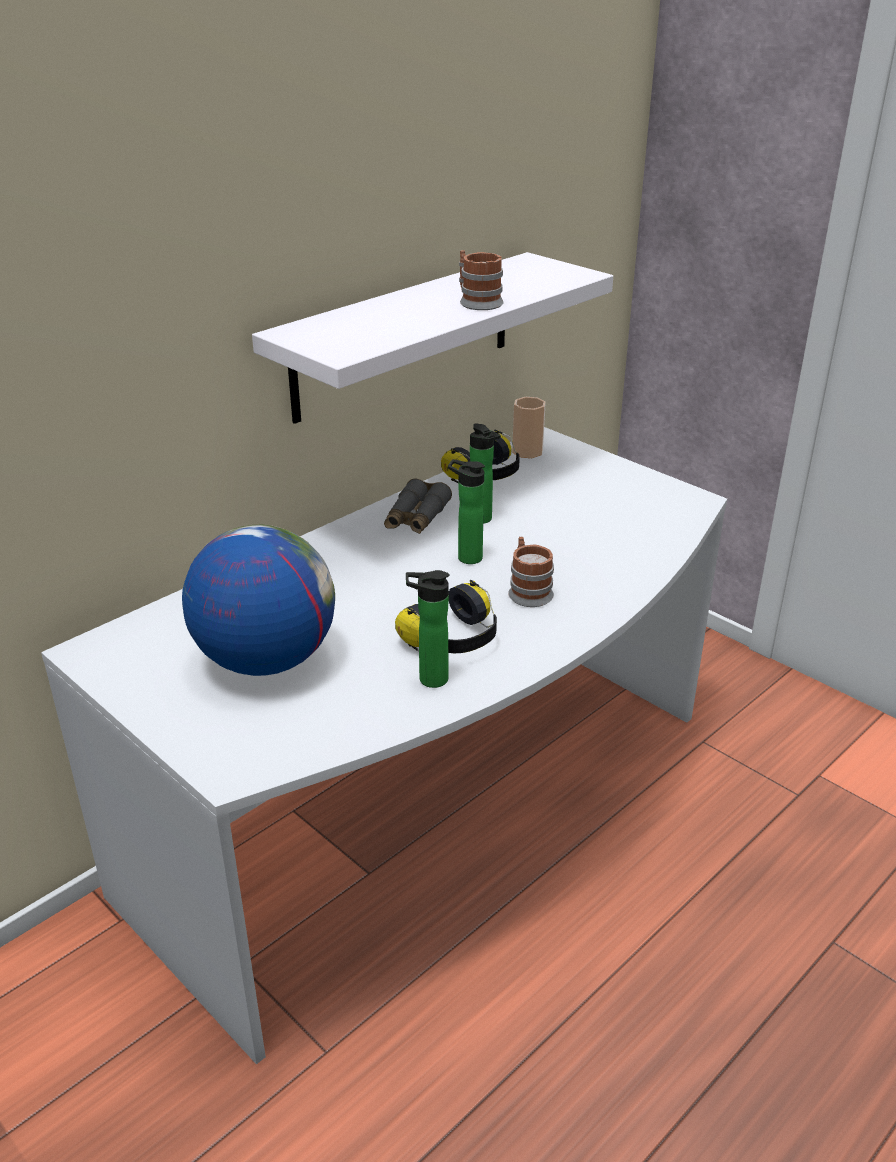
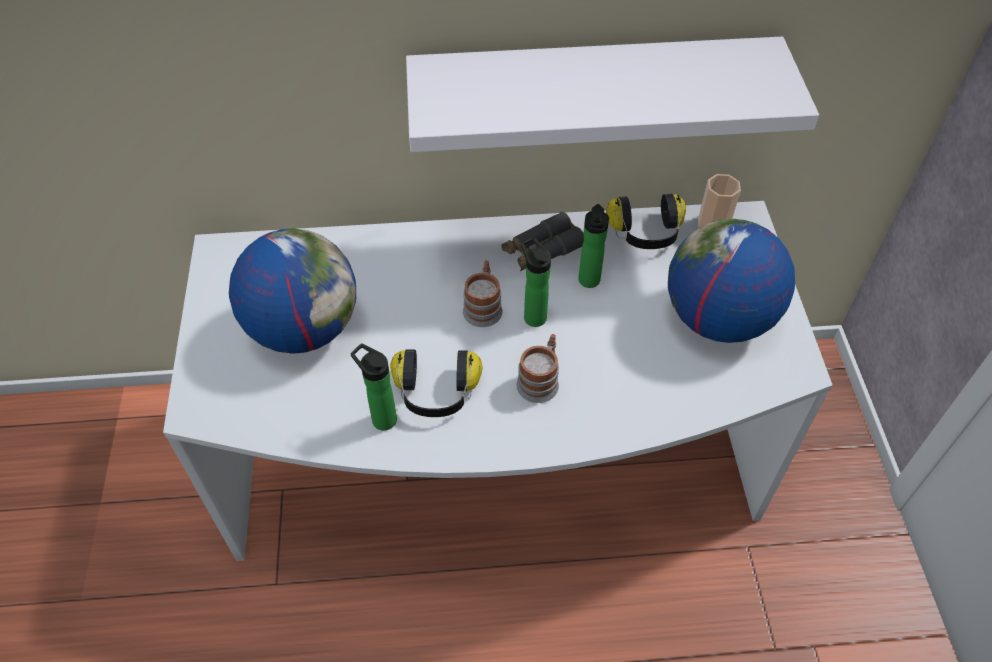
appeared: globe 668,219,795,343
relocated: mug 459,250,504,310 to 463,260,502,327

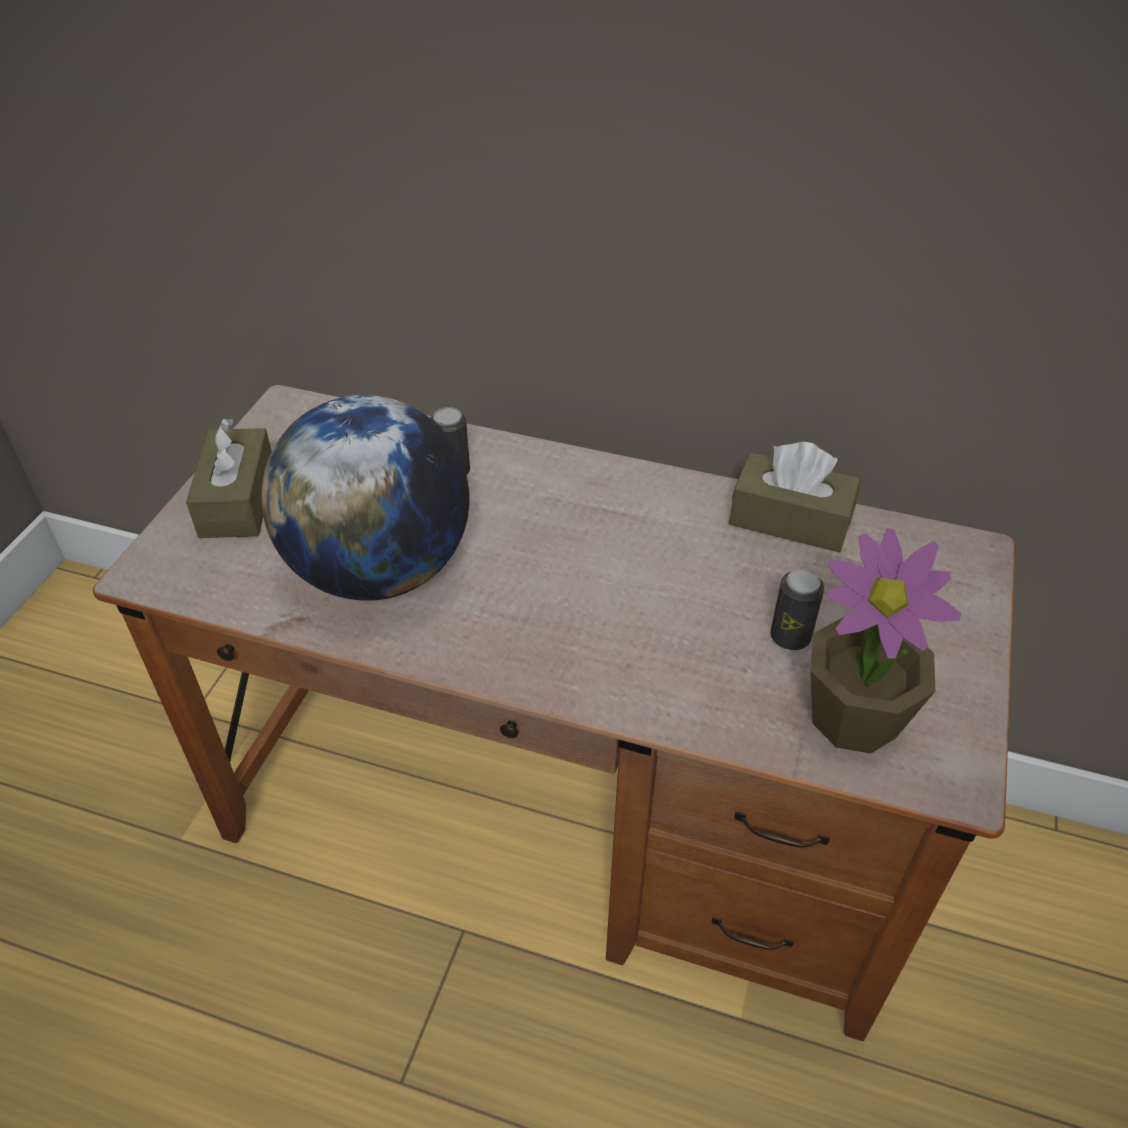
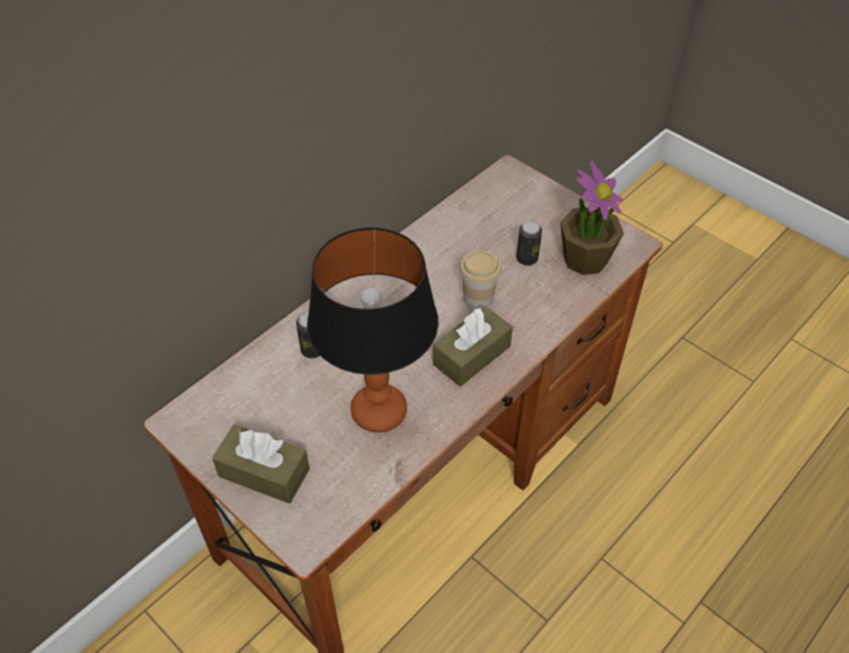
appeared: tasse 460,251,501,310
relocated: boîte à mouchoirs/marron 729,442,861,553 to 433,306,513,387
exchanged: globe 261,395,469,601 to lampe de table 307,227,439,433

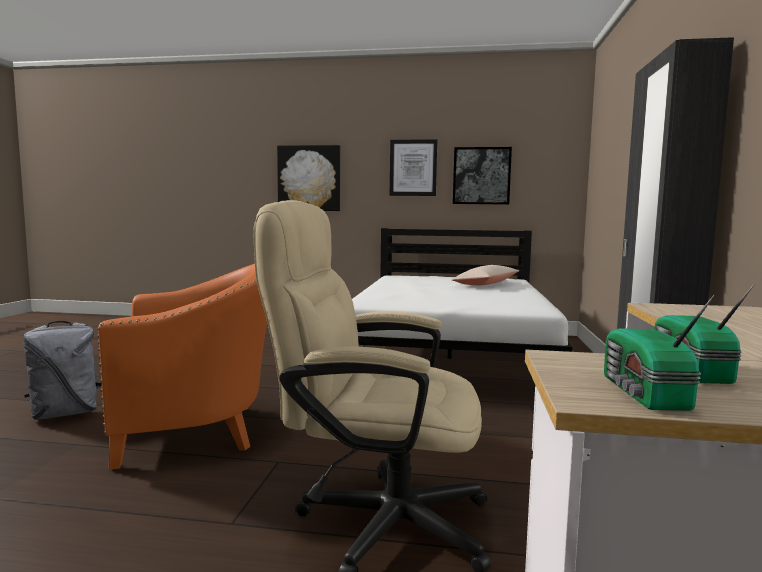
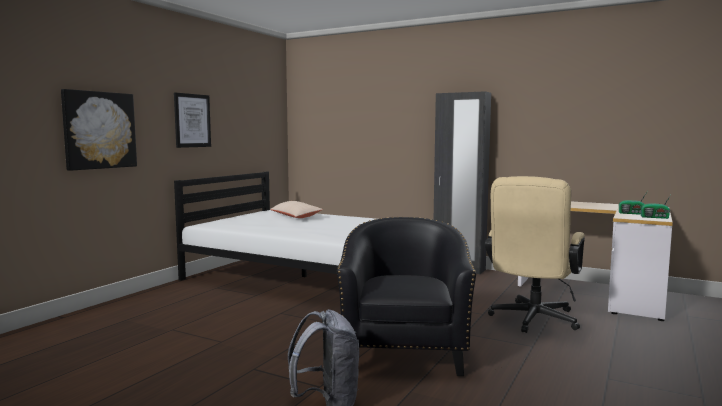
missing: tableau 453,147,512,205
colour: fauteuil/orange 98,264,267,470 to fauteuil/noir 337,217,476,376

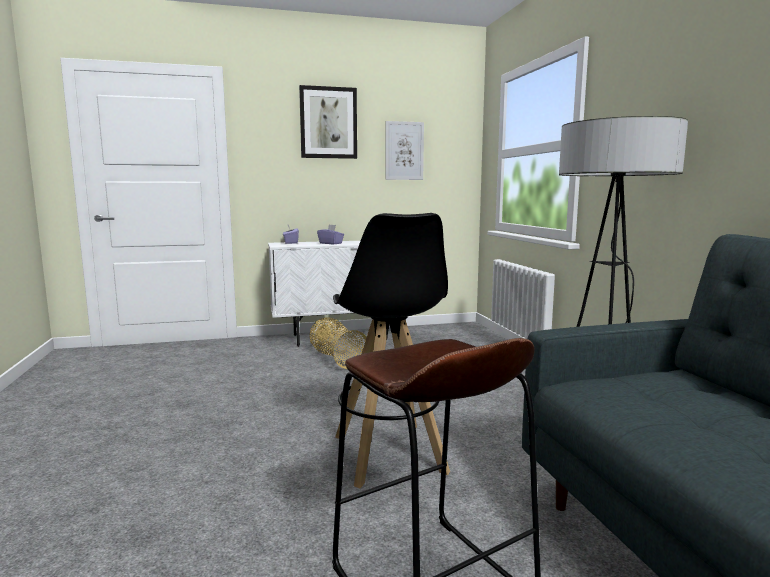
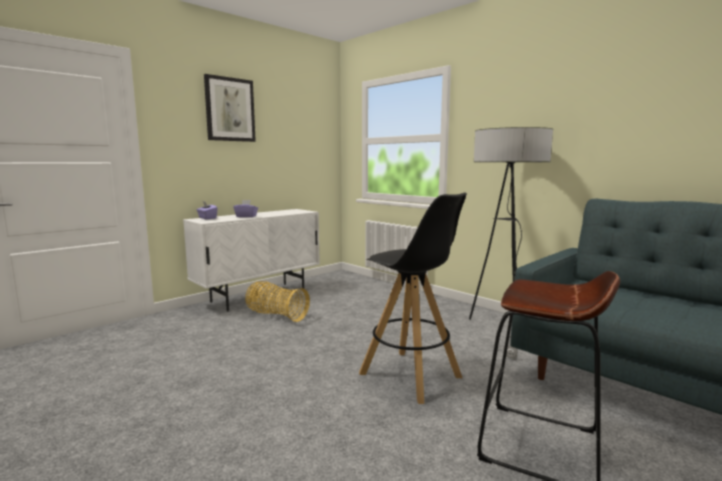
missing: tableau 386,121,424,180

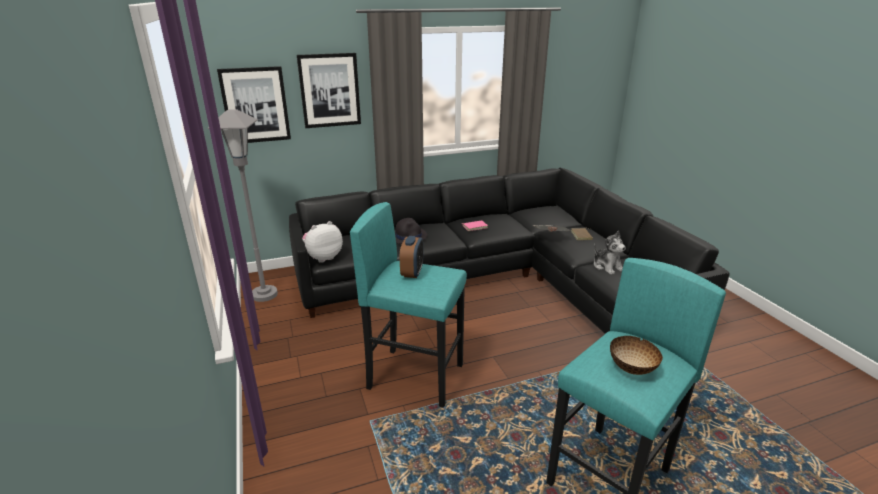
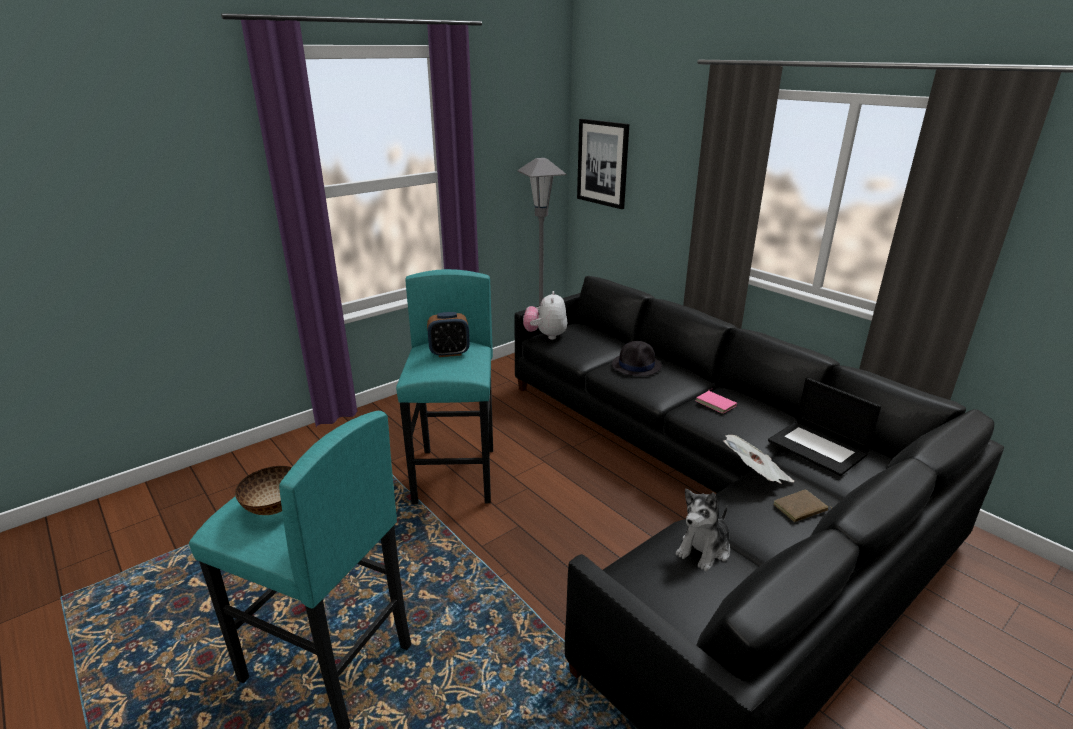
missing: tableau 297,53,361,128
appeared: ordinateur portable 768,378,881,476
spun: peluche 302,221,343,263 = 523,291,567,340 120 degrees counterclockwise

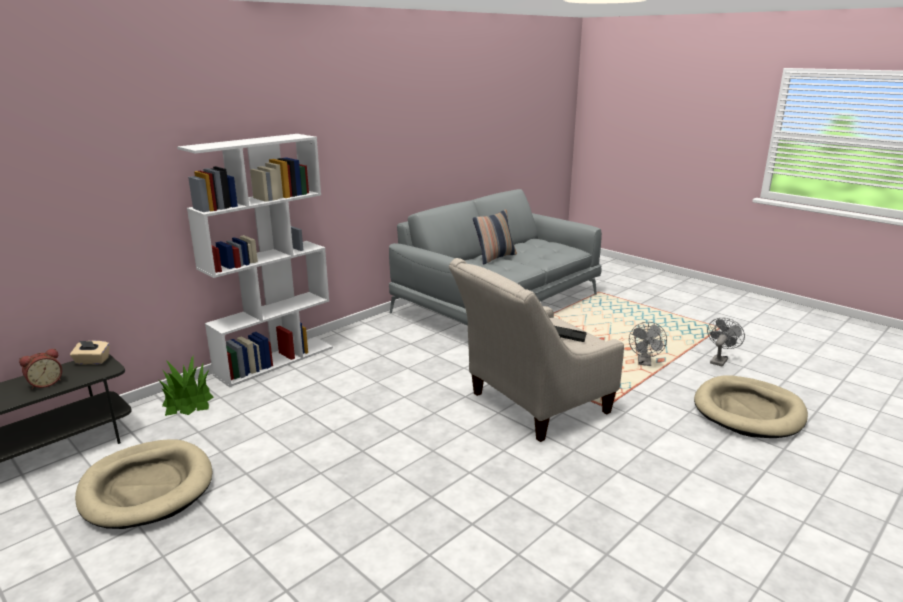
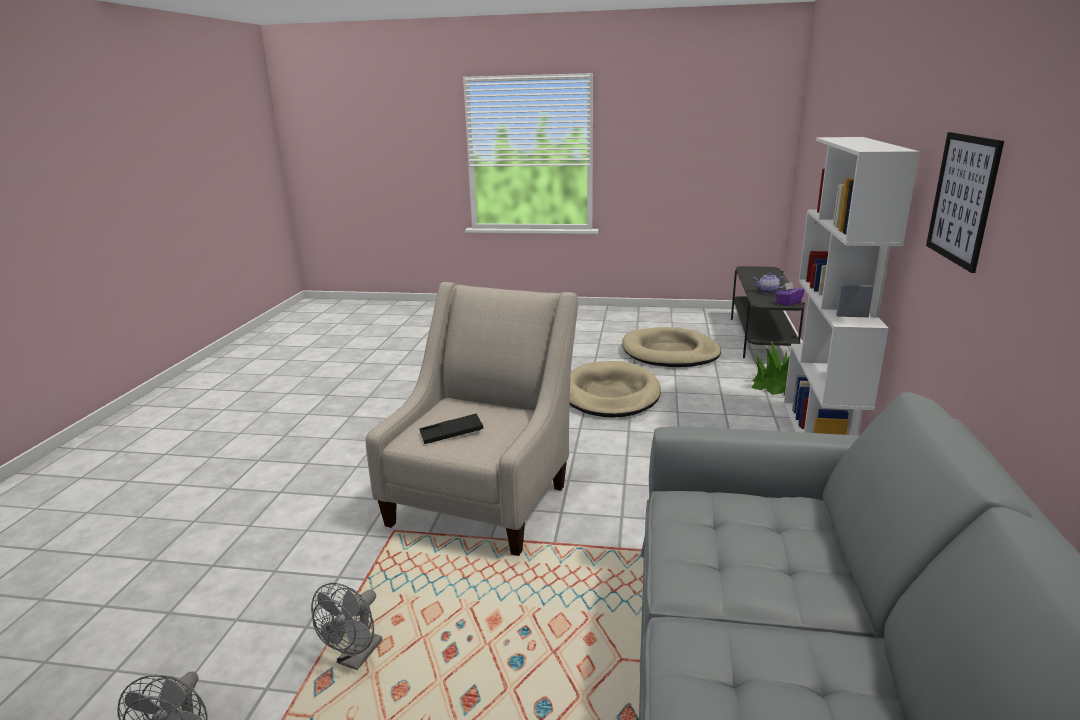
missing: coussin 473,209,517,265
appeared: tableau 926,132,1004,273
relocated: panier pour chien/beige 694,375,808,438 to 570,361,661,417
exchanged: réveil 19,348,62,389 to théière 752,273,787,294
colour: boîte à mouchoirs/beige 70,341,110,364 to boîte à mouchoirs/violet 775,282,805,306
spun: ventilateur/gris 629,322,667,366 = 311,583,382,670 135 degrees counterclockwise

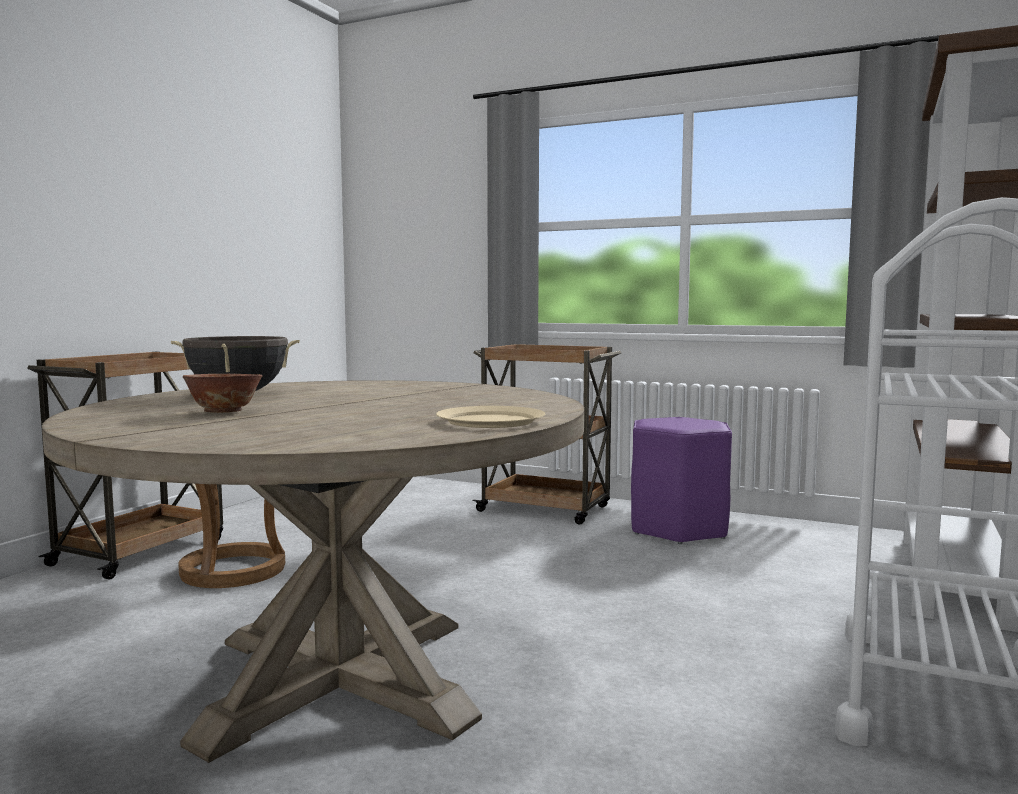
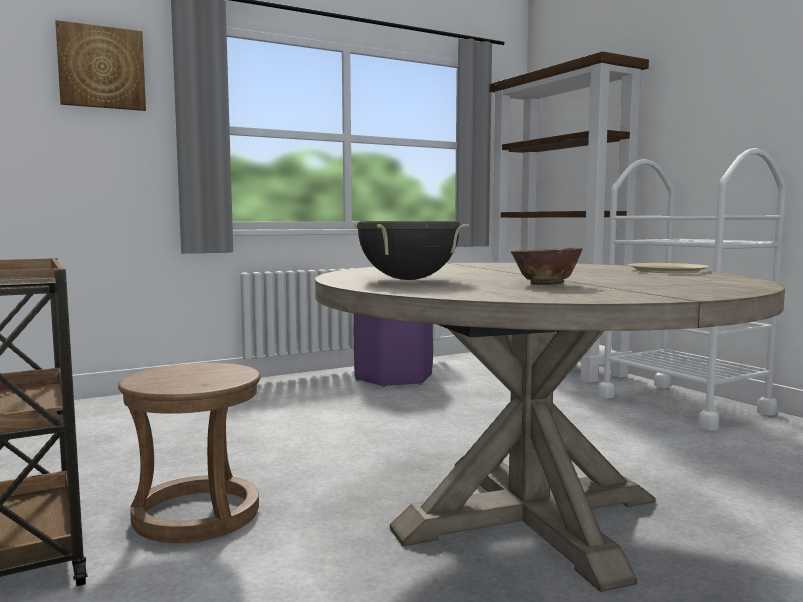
missing: chariot/marron 472,344,621,525
appeared: tableau 55,20,146,111

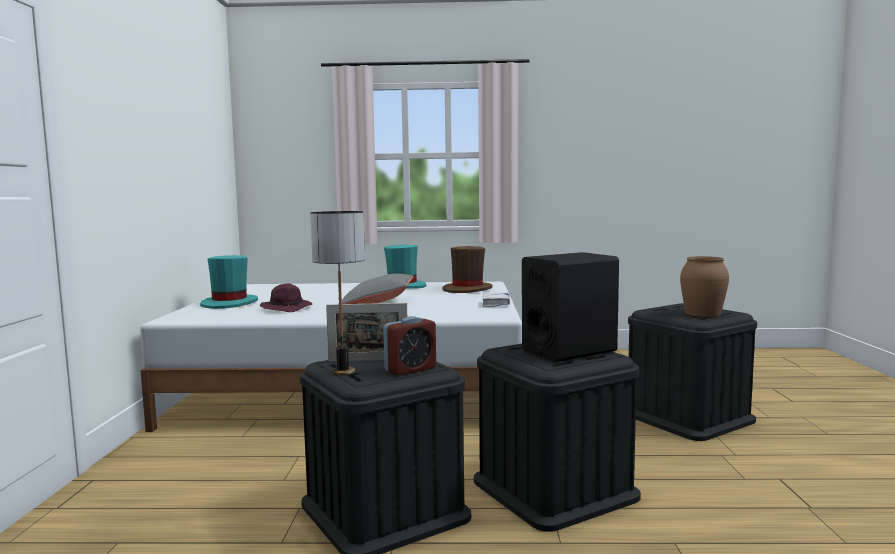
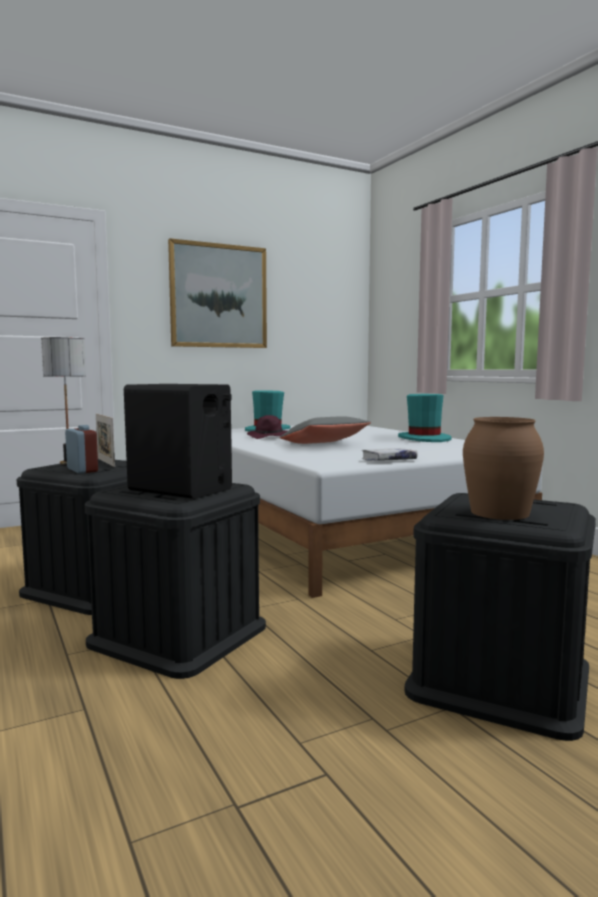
missing: chapeau/marron 442,246,493,293
appeared: tableau 168,238,267,348
spun: réveil 383,316,436,376 = 65,425,98,474 150 degrees counterclockwise

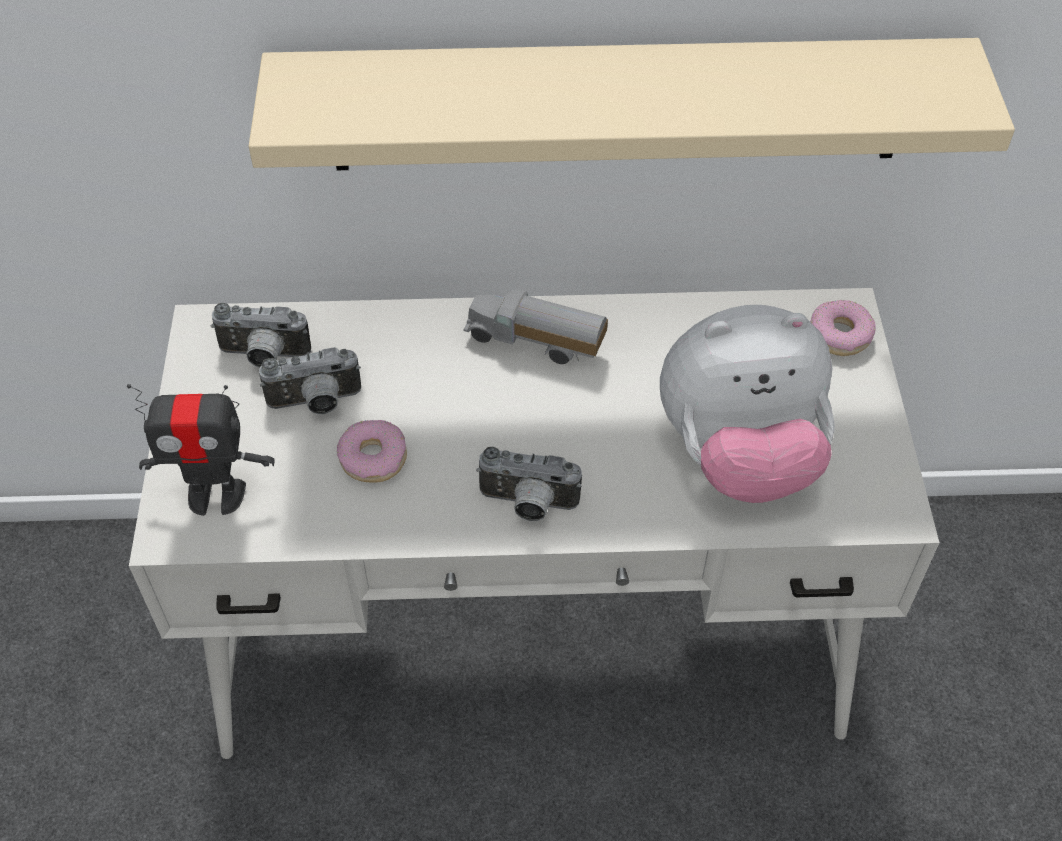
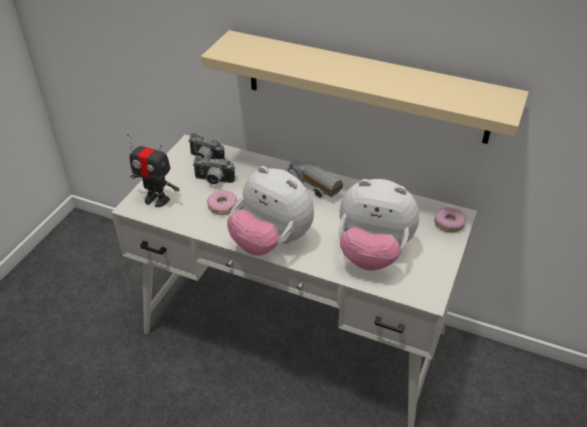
exchanged: appareil photo 476,447,582,521 to peluche 227,166,314,256

